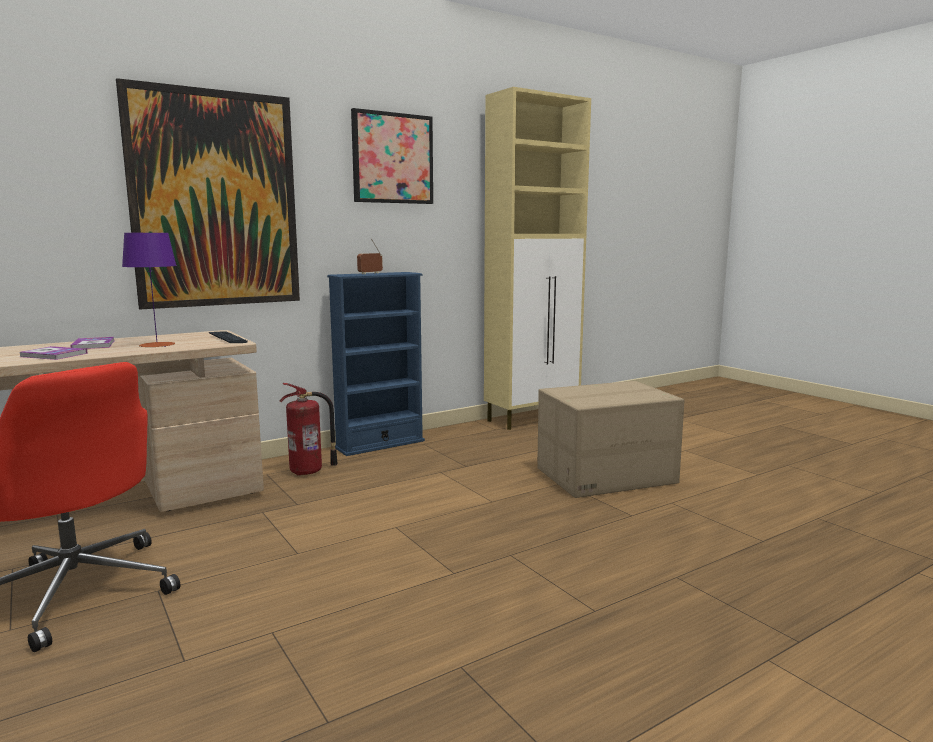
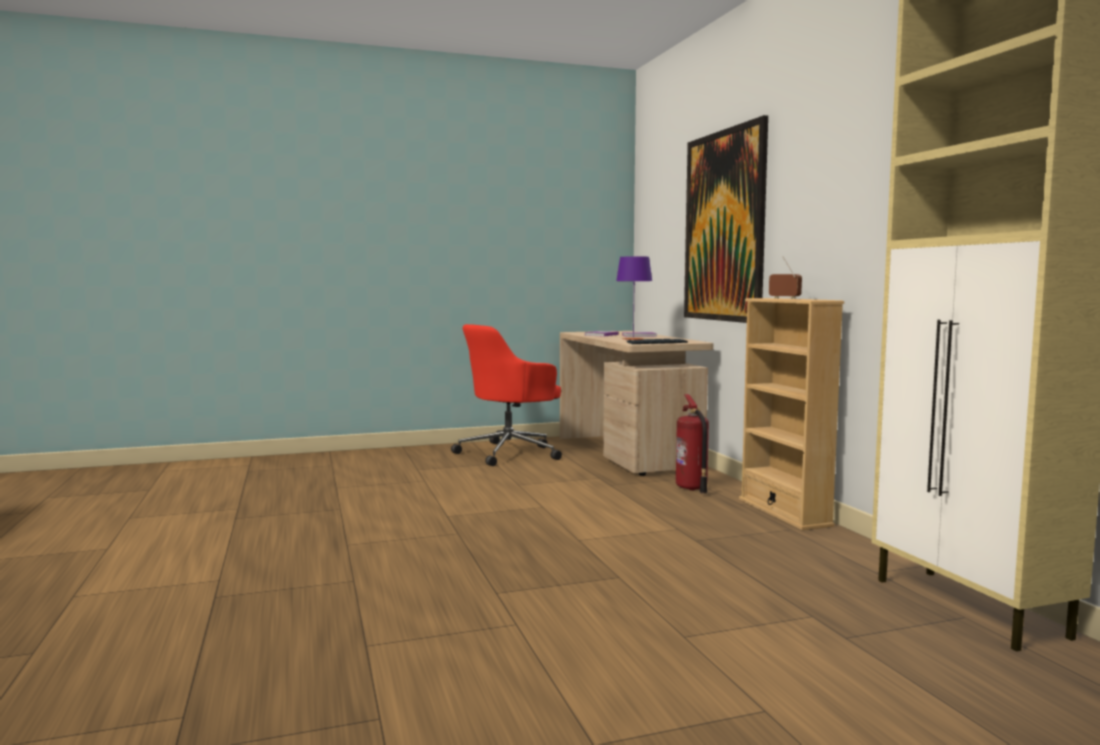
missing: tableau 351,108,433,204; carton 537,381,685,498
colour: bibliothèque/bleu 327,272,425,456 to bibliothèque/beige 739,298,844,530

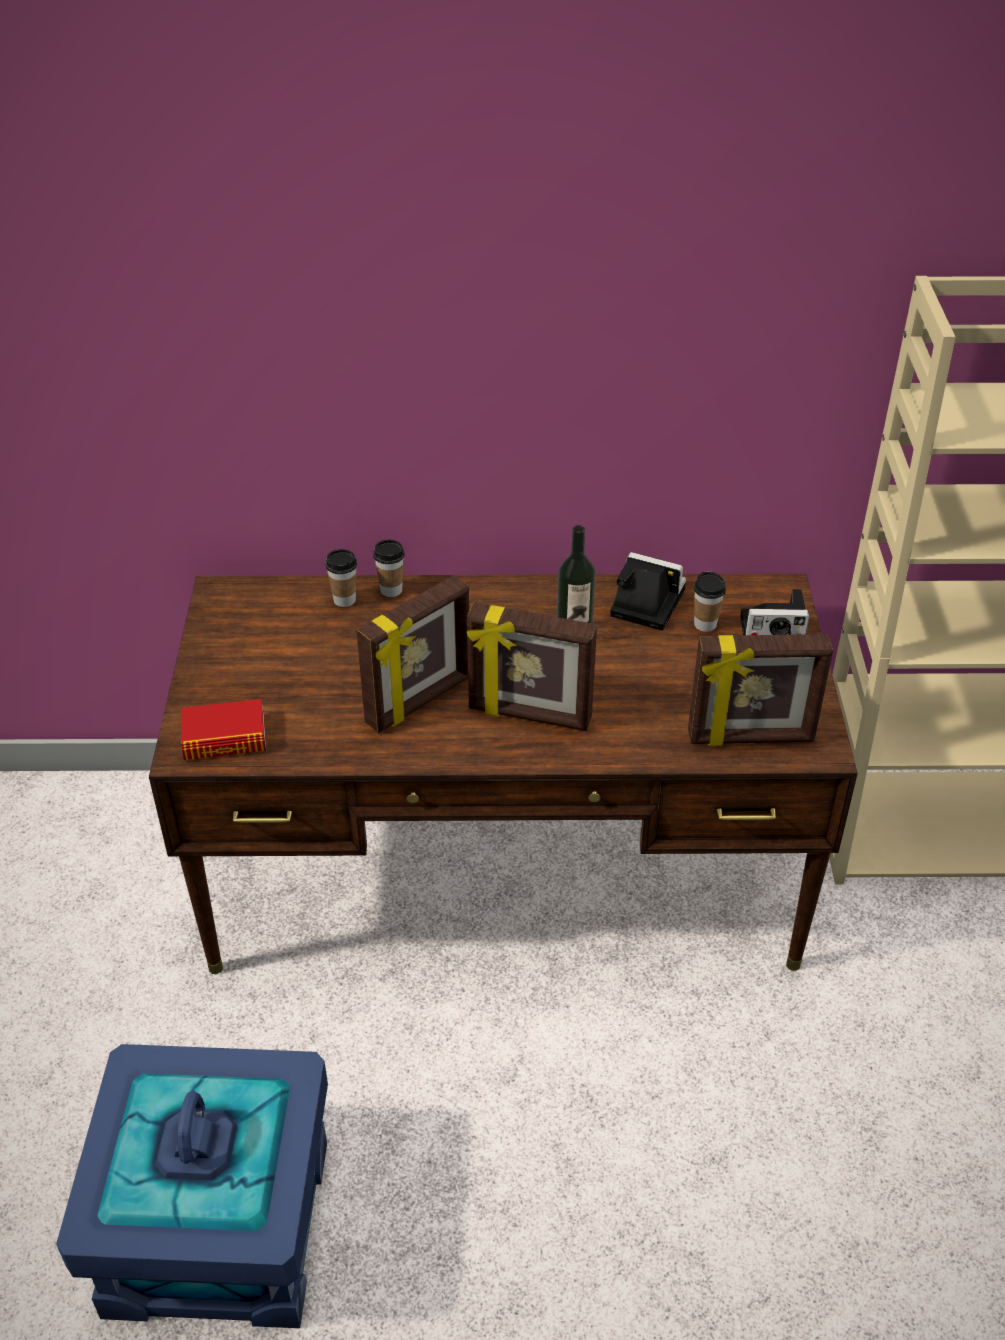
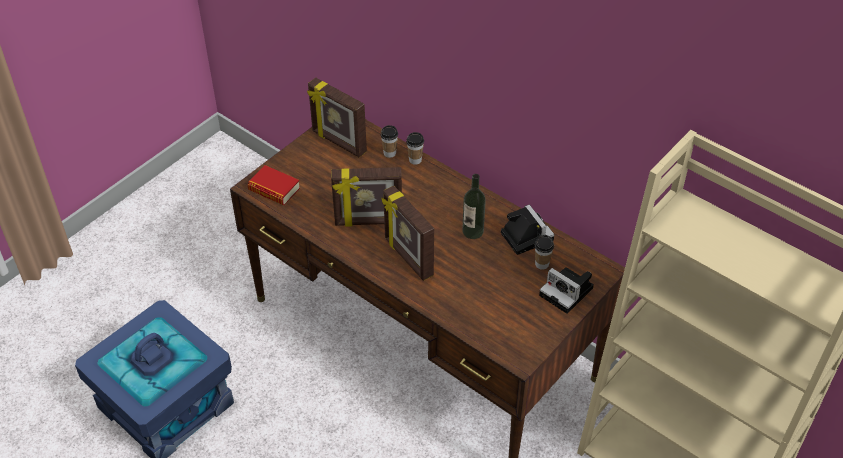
relocated: cadre photo 688,634,833,746 to 307,78,367,158

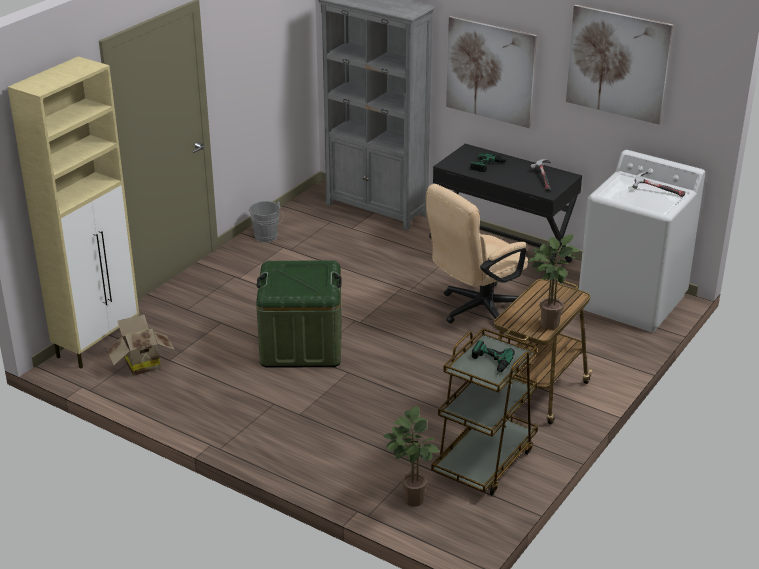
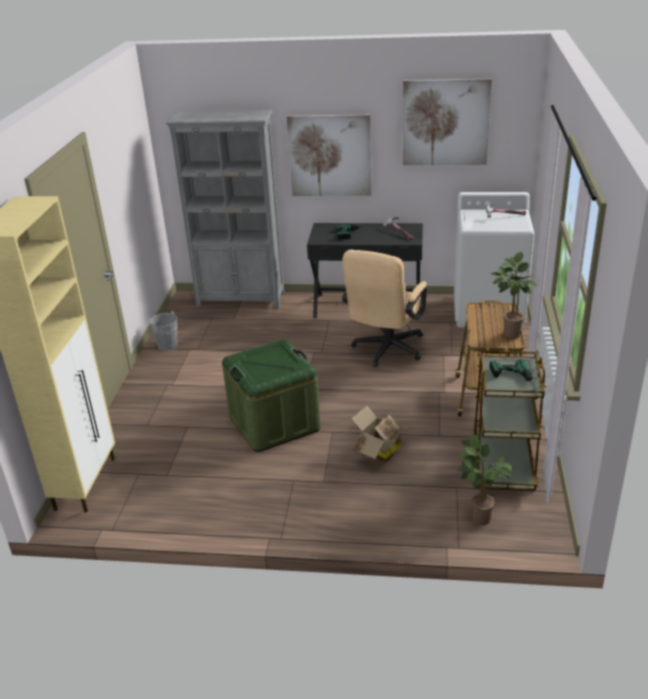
relocated: carton 107,314,175,376 to 351,406,408,464

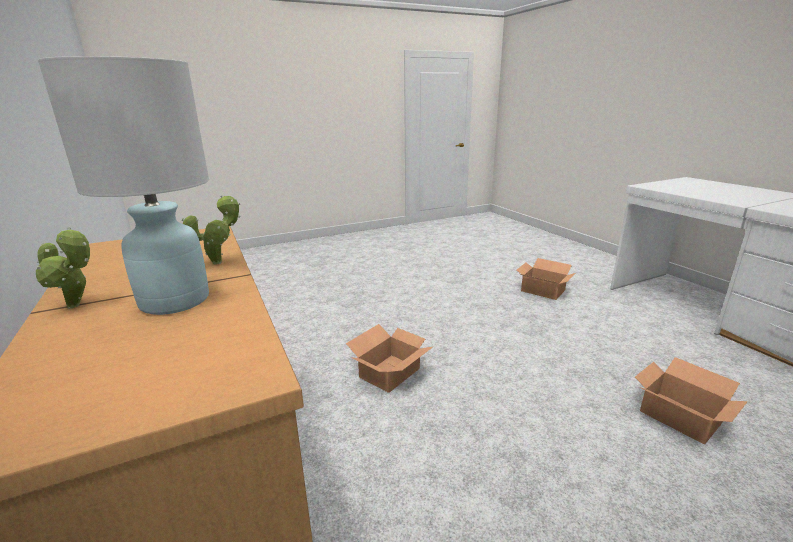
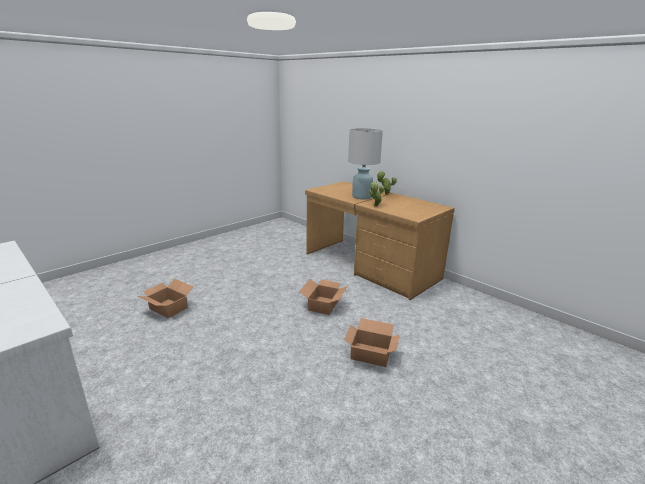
relocated: carton 517,258,575,300 to 344,318,400,367

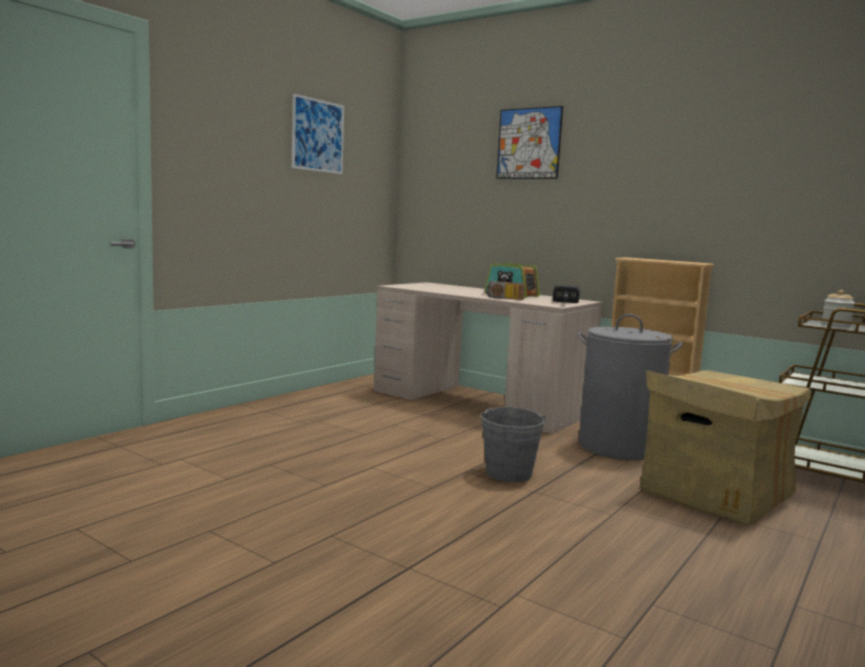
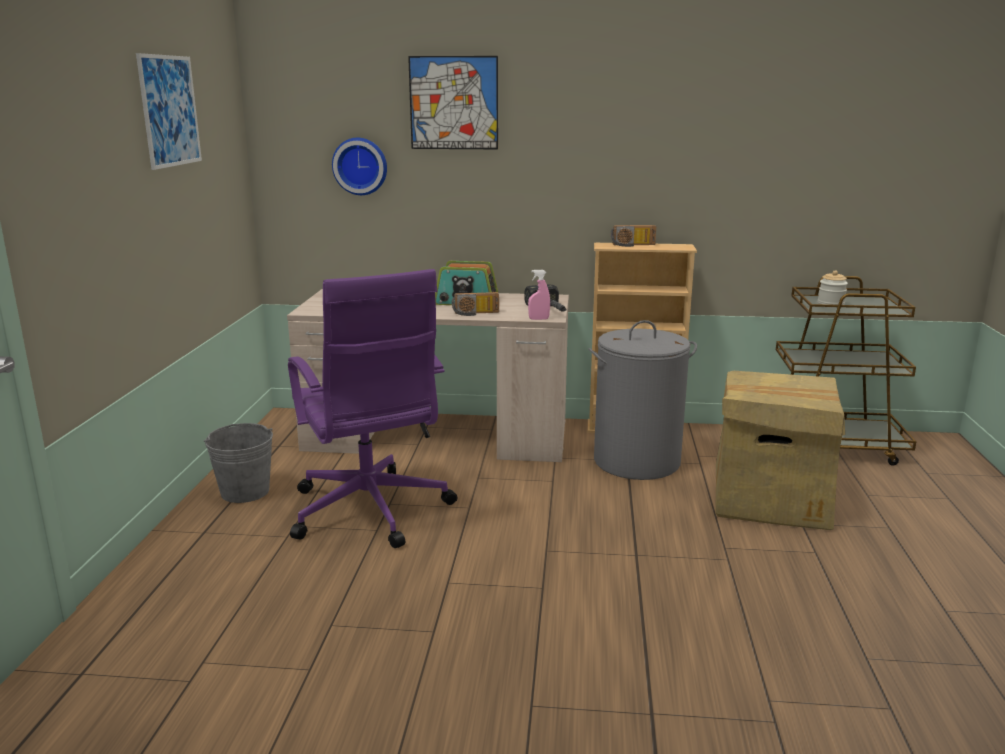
appeared: chaise de bureau/violet 288,269,457,548; horloge murale 332,138,387,195; vaporisateur/rose 528,270,550,320; radio 611,225,656,247
relocated: seau/gris 480,407,545,482 to 204,423,273,503

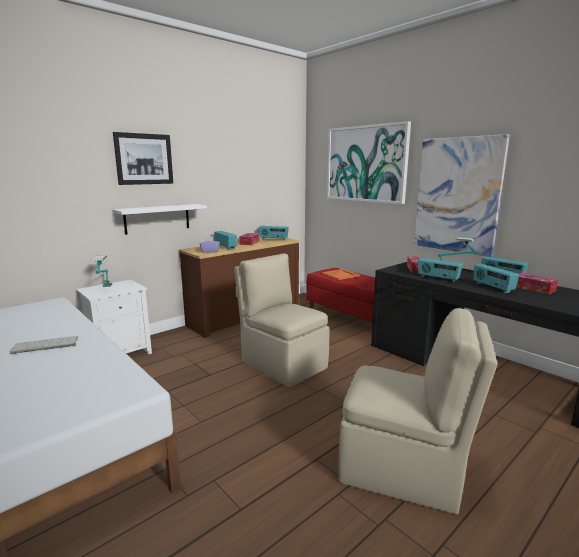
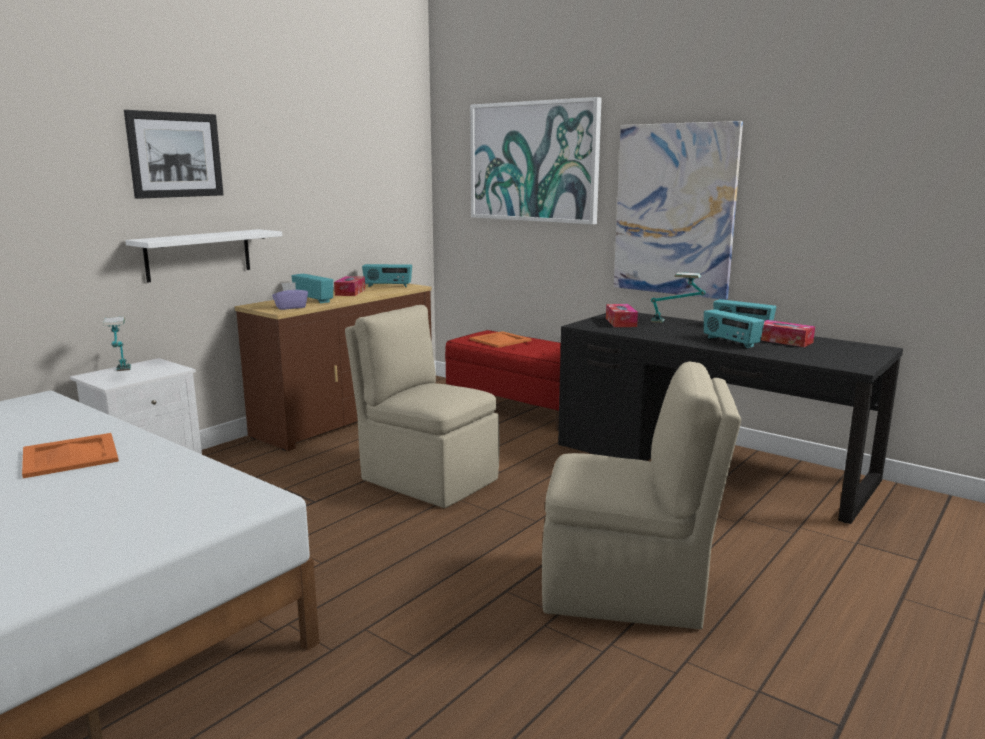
missing: radio 418,258,463,282
exchanged: clavier 9,336,79,354 to plateau/orange 22,433,119,478

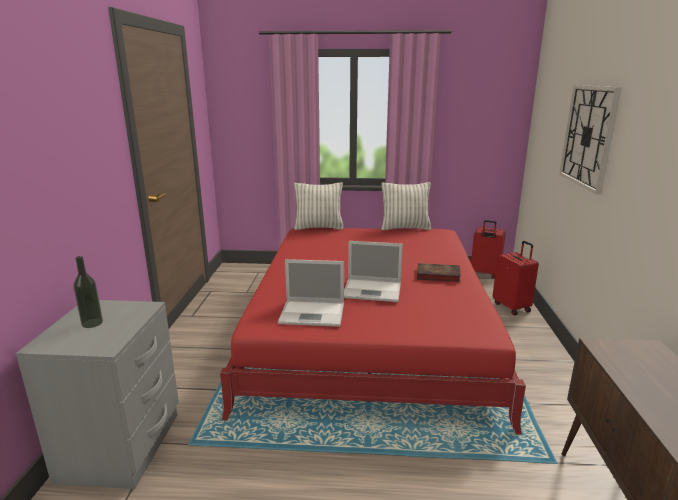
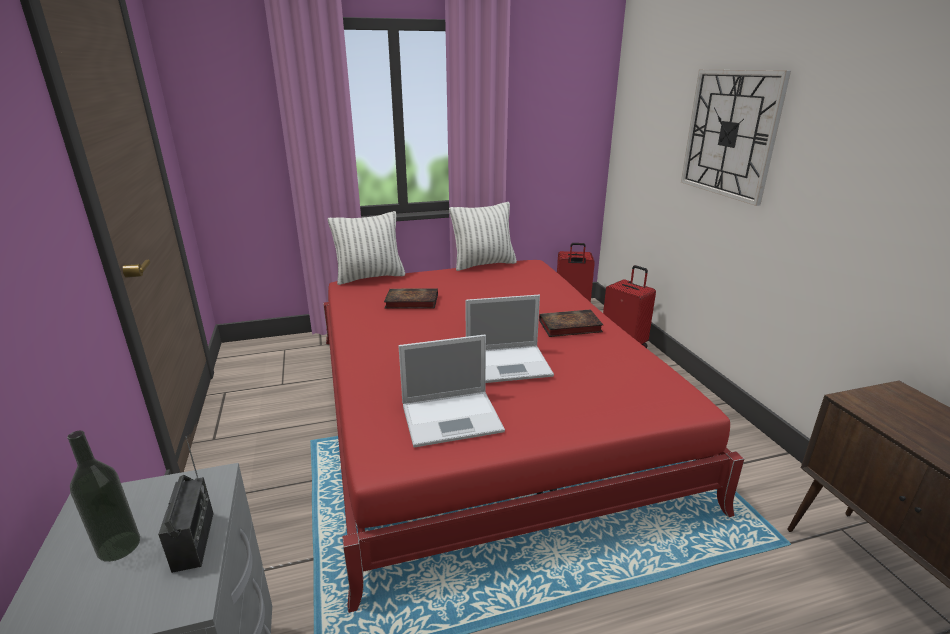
appeared: radio 158,436,214,573; livre 384,288,438,309

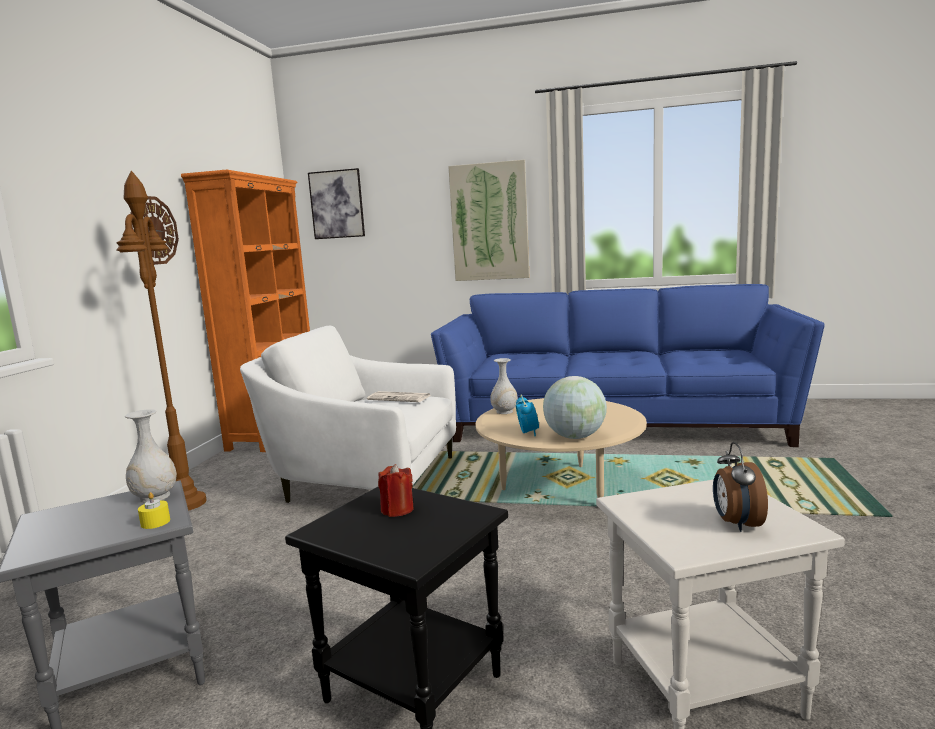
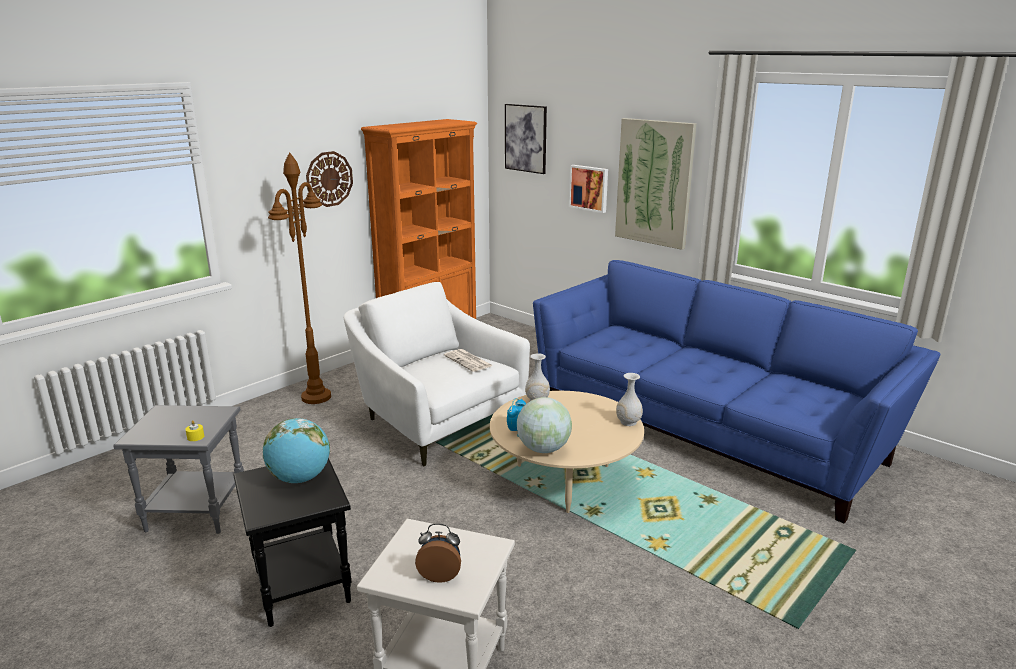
appeared: tableau 569,165,608,213
relocated: vase/blanc 125,409,177,503 to 616,373,643,426
exchanged: bougie/rouge 378,464,414,517 to globe 263,418,330,483
spun: réveil 713,442,768,532 = 415,524,461,583 60 degrees clockwise

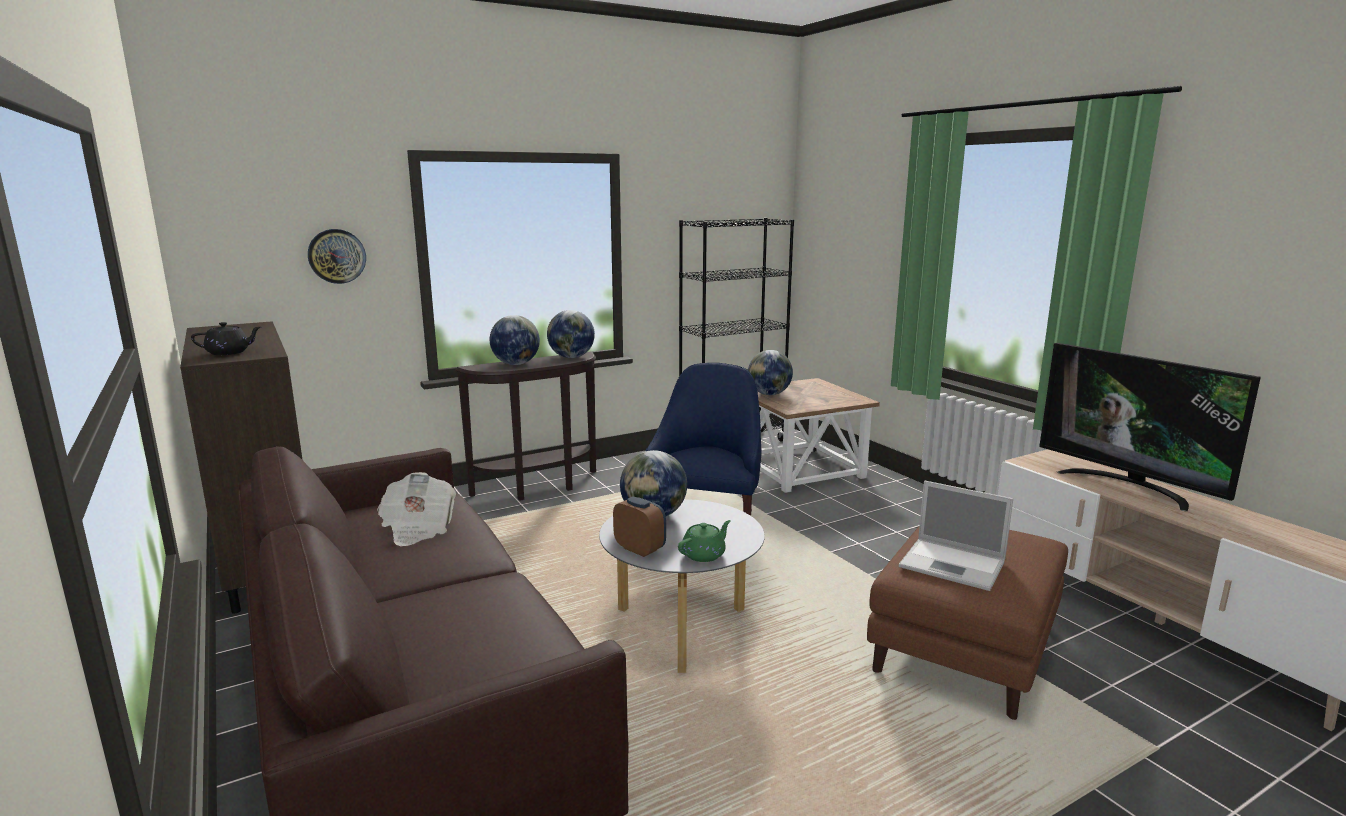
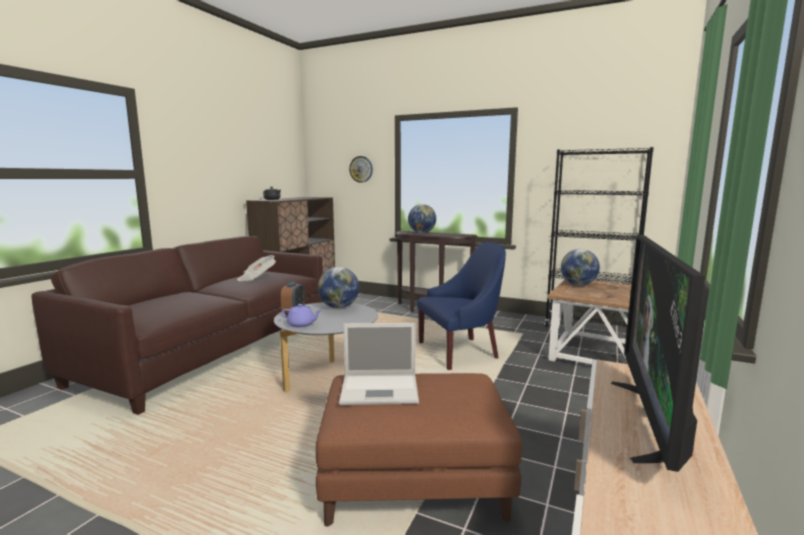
missing: globe 547,310,595,358
colour: théière/vert 678,520,731,562 to théière/violet 282,304,322,327
spun: ordinateur portable 899,481,1013,591 = 339,323,419,405 90 degrees counterclockwise

